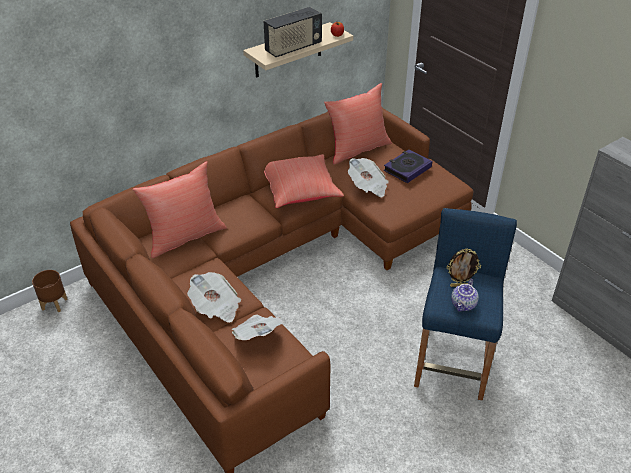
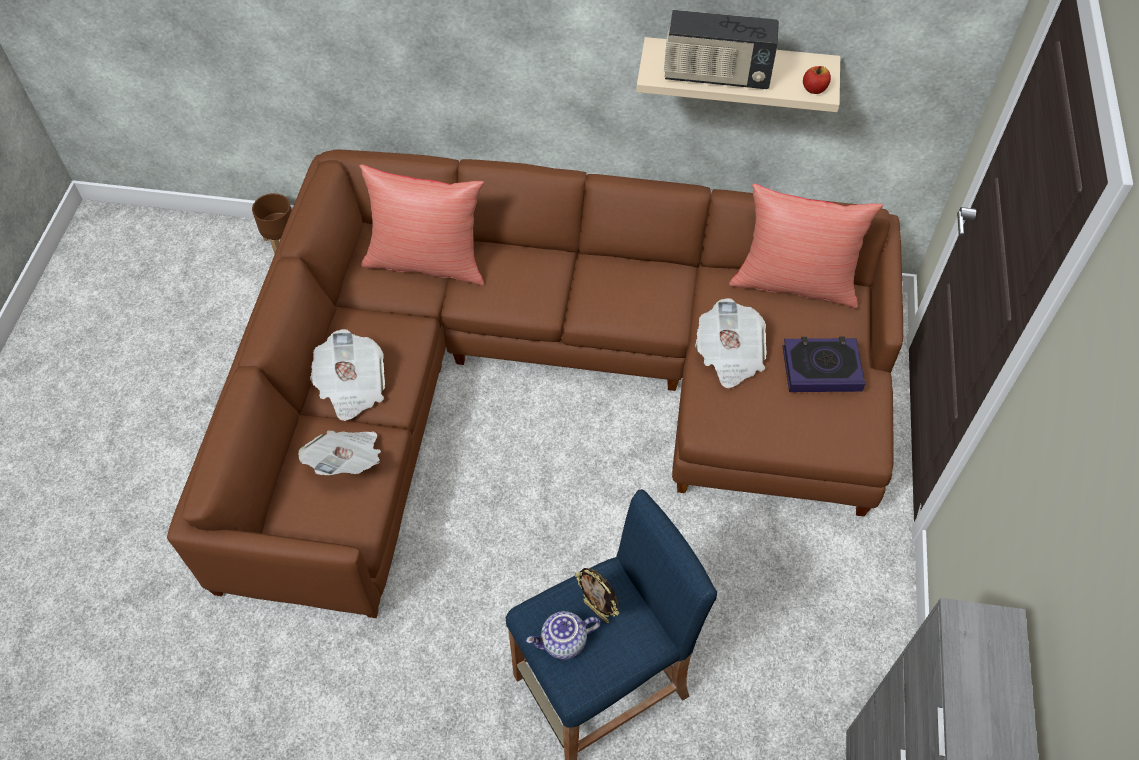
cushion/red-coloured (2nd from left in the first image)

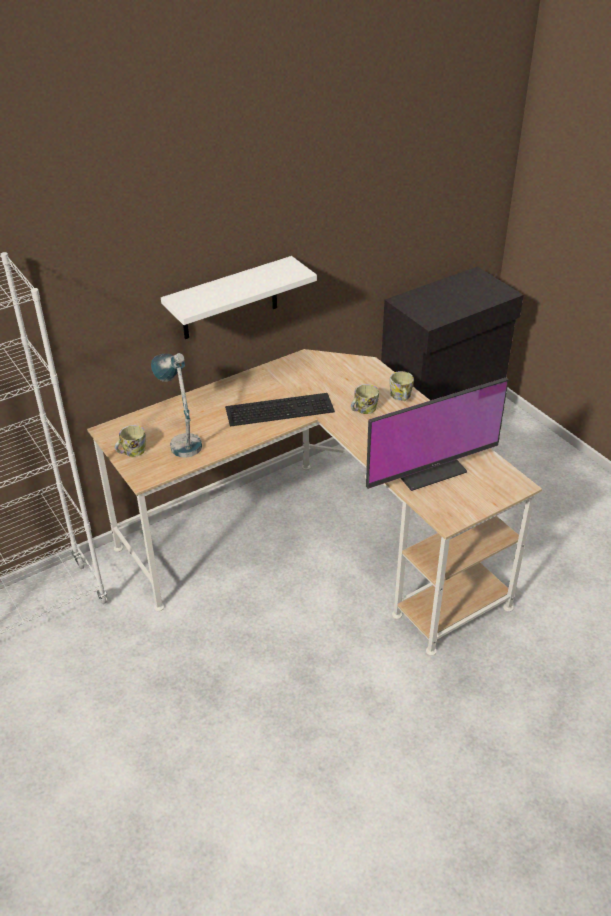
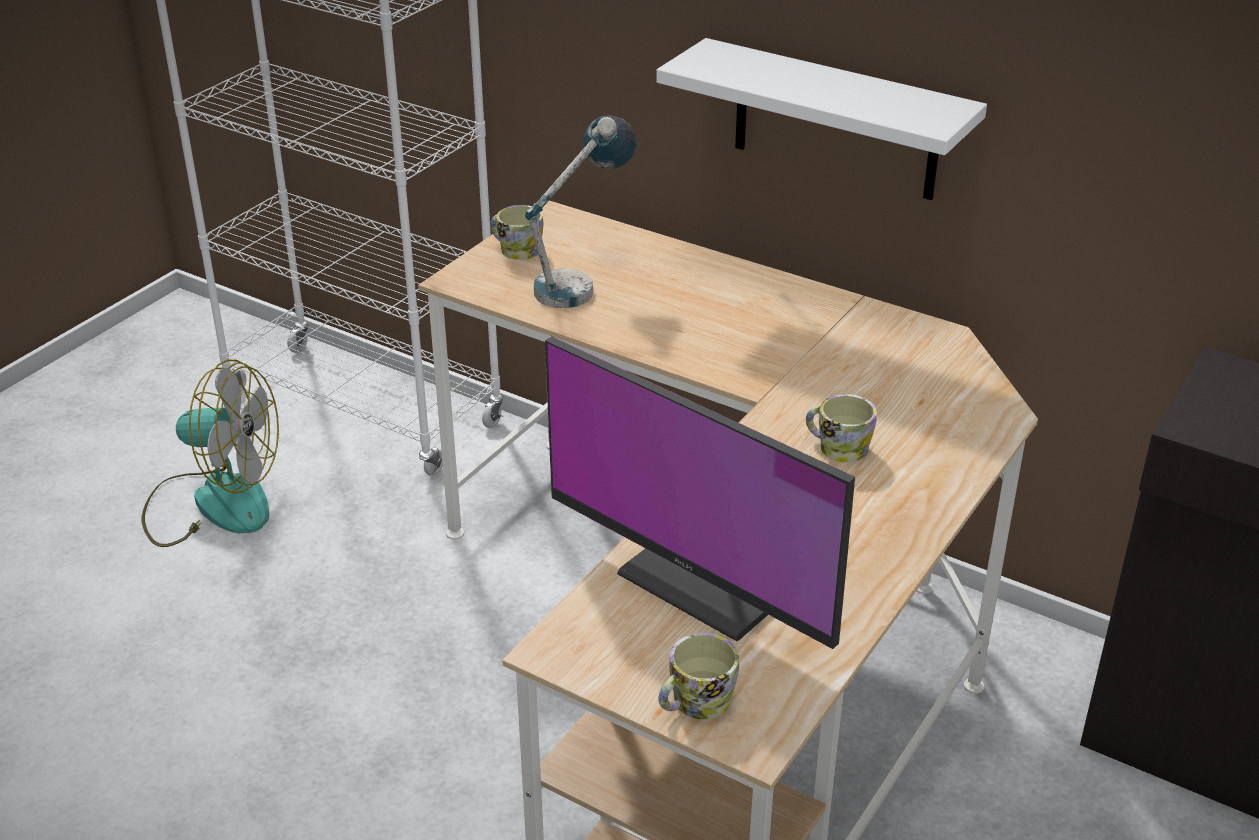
coffee mug (2nd from left)
computer keyboard
cooling fan

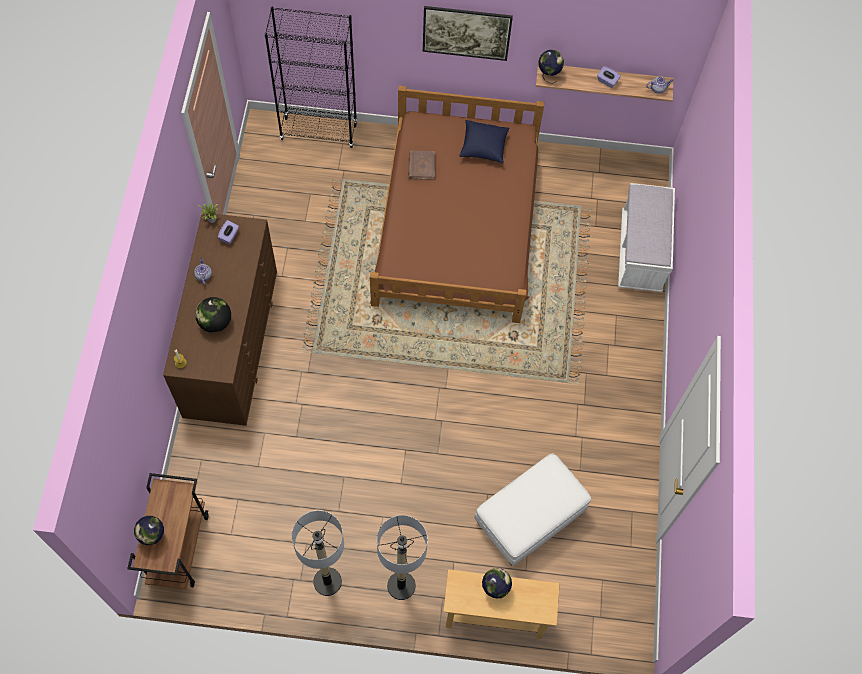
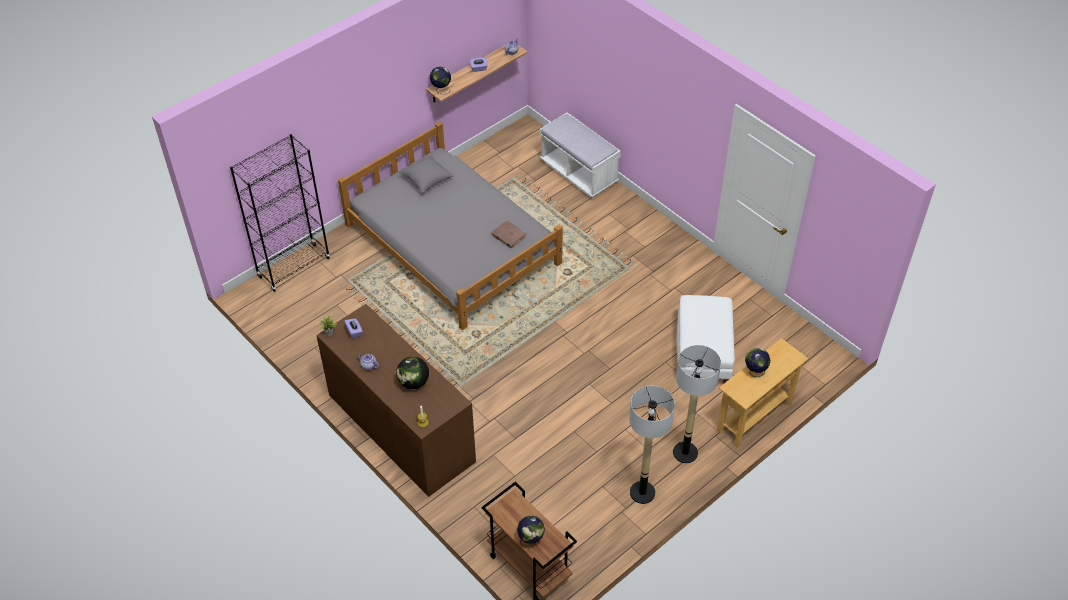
picture
sleeping bed/gray
cushion/gray
volume/brown

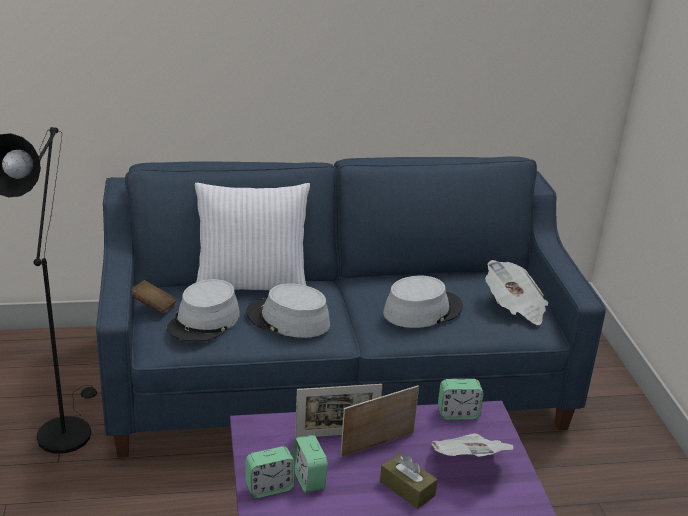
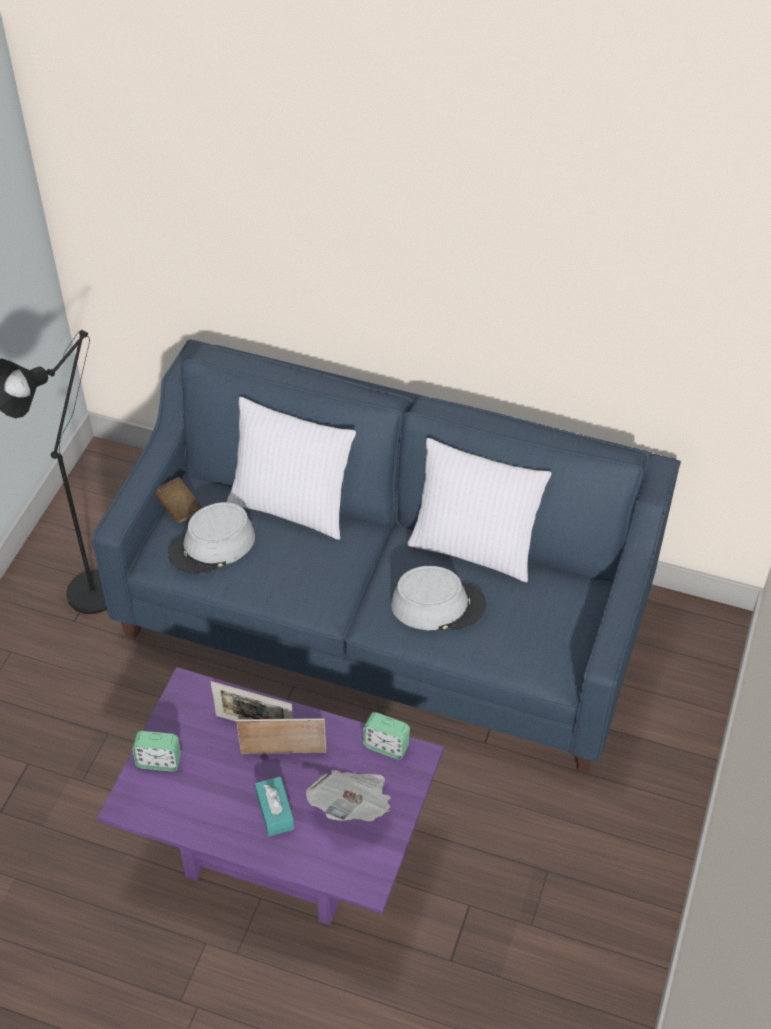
printed paper (2nd from left in the first image)
wearable hat/gray (2nd from left in the first image)
alarm clock (2nd from left in the first image)
tissue holder/blue-green
cushion/white-coloured (2nd from left)

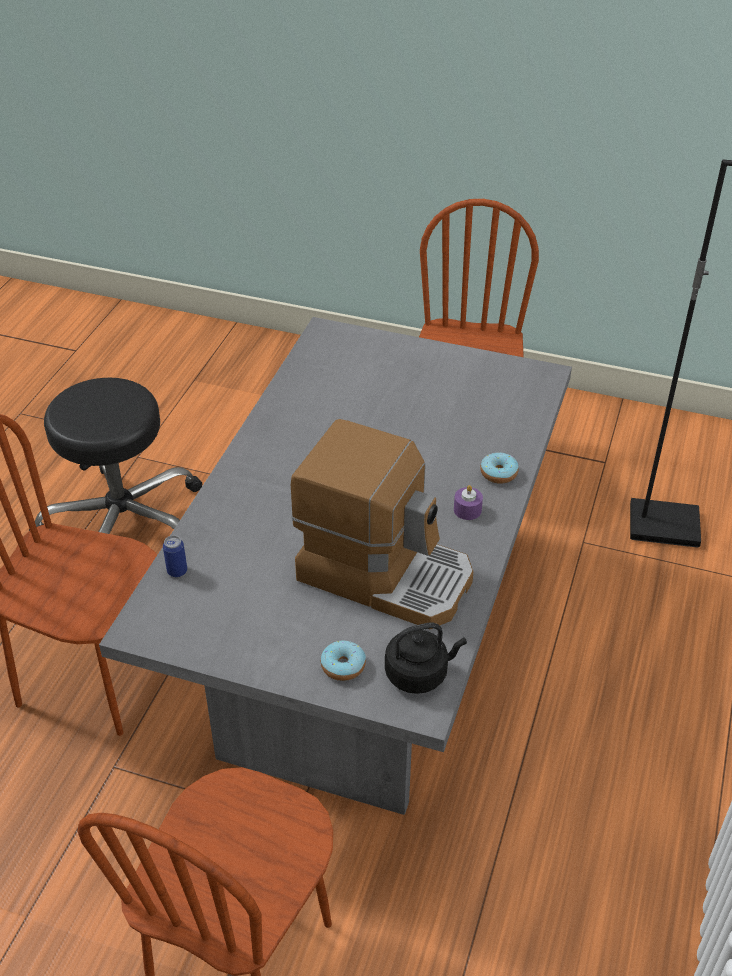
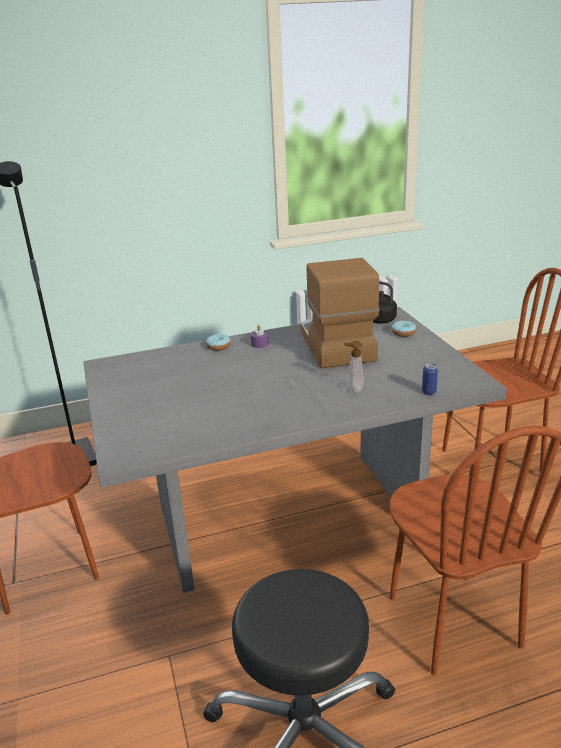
liquid soap bottle

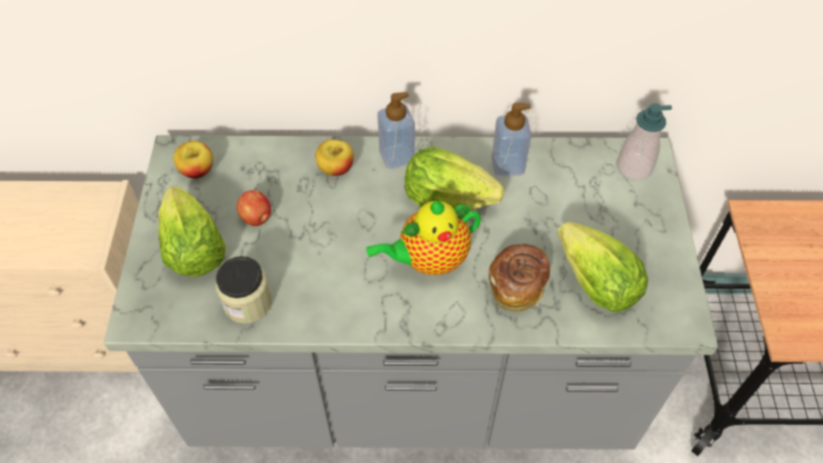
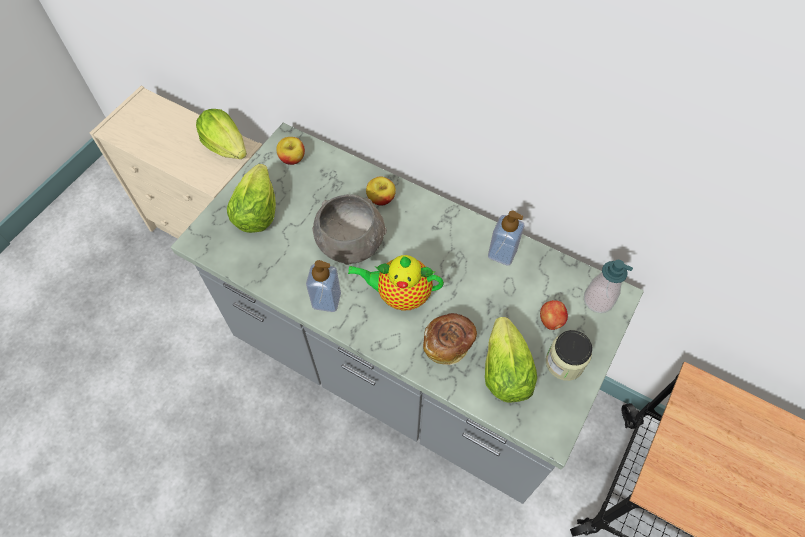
liquid soap bottle (1st from left)
head of lettuce (1st from left)
whole apple (3rd from left)
preserve jar
serving bowl/gray

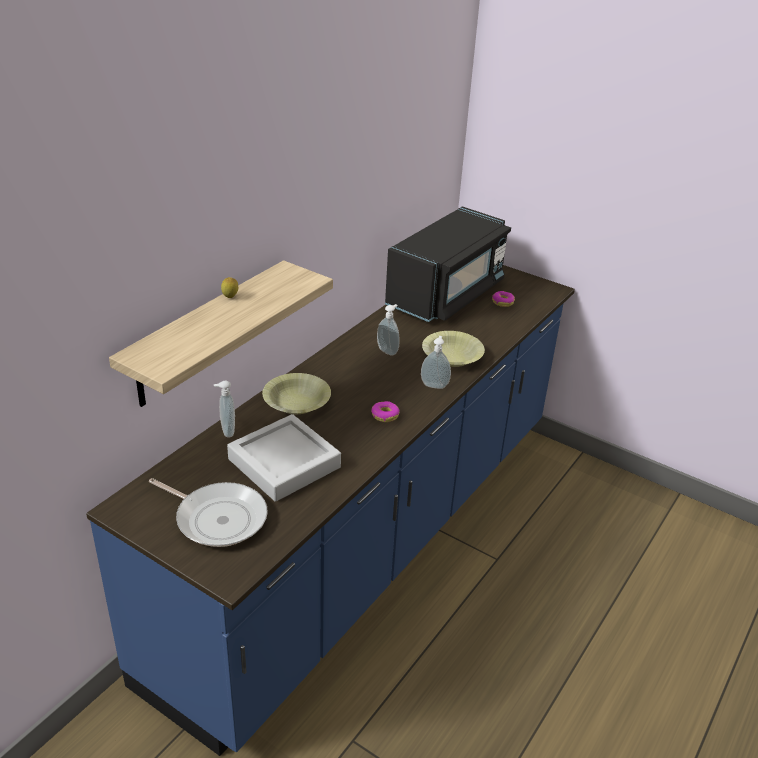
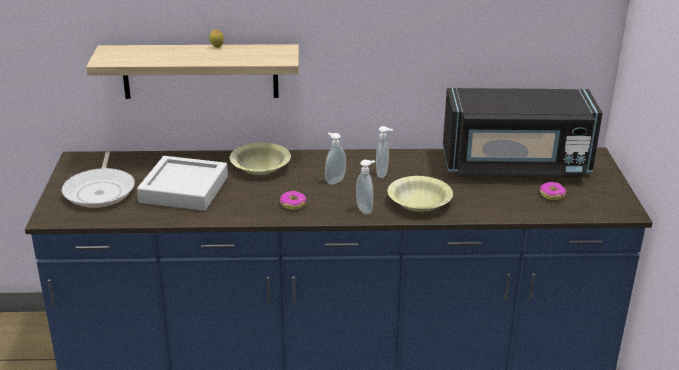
liquid soap bottle (1st from left)

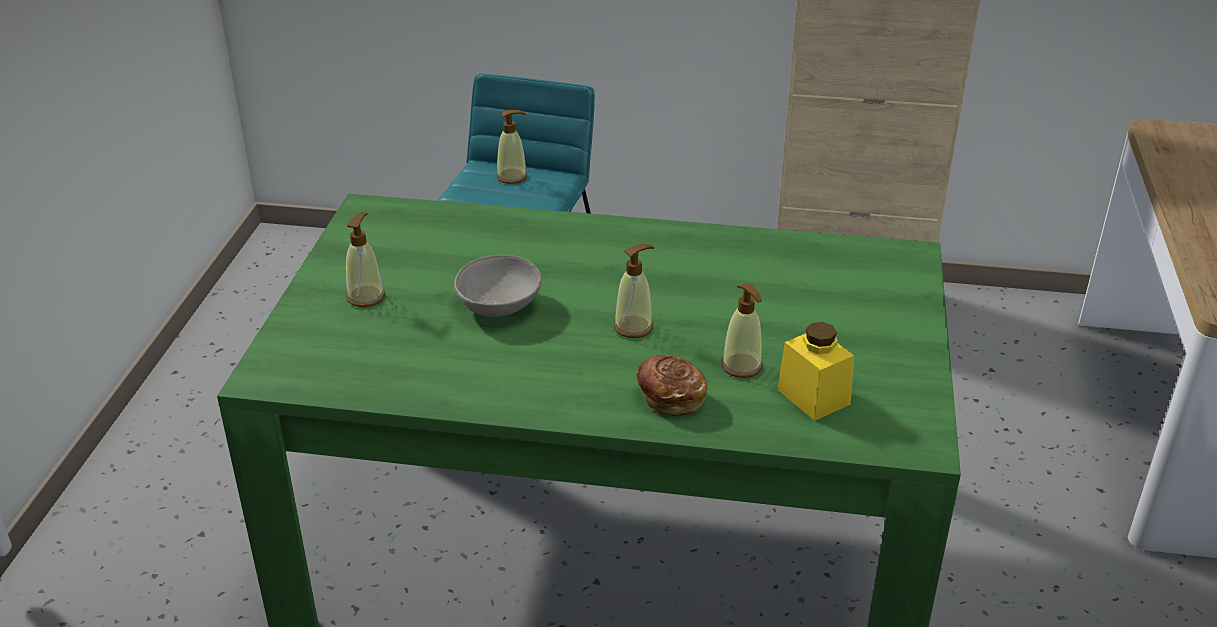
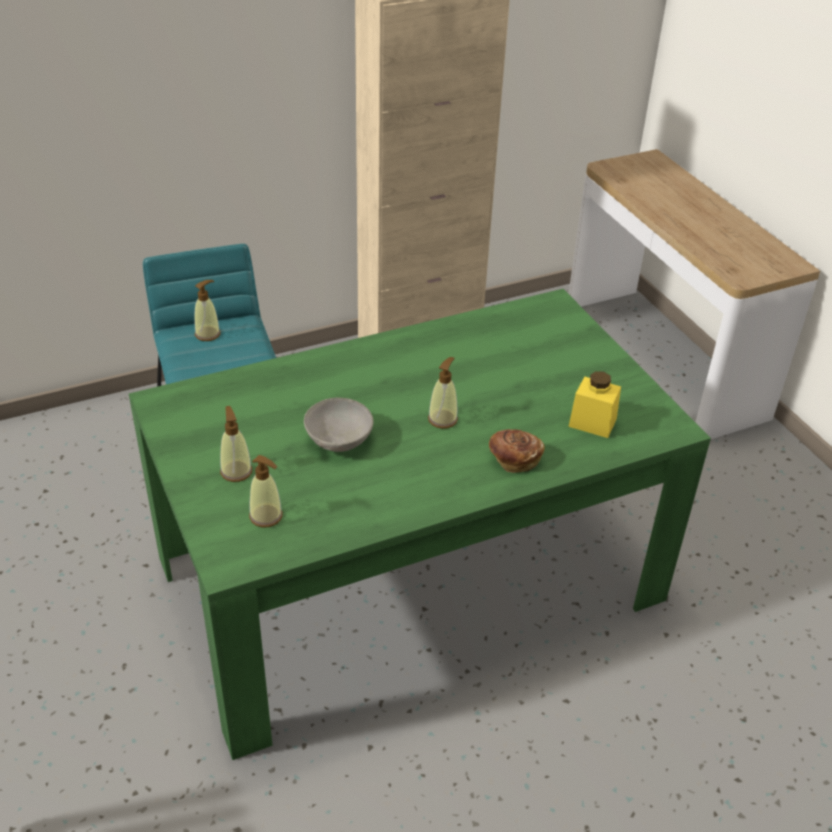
liquid soap bottle (3rd from left)

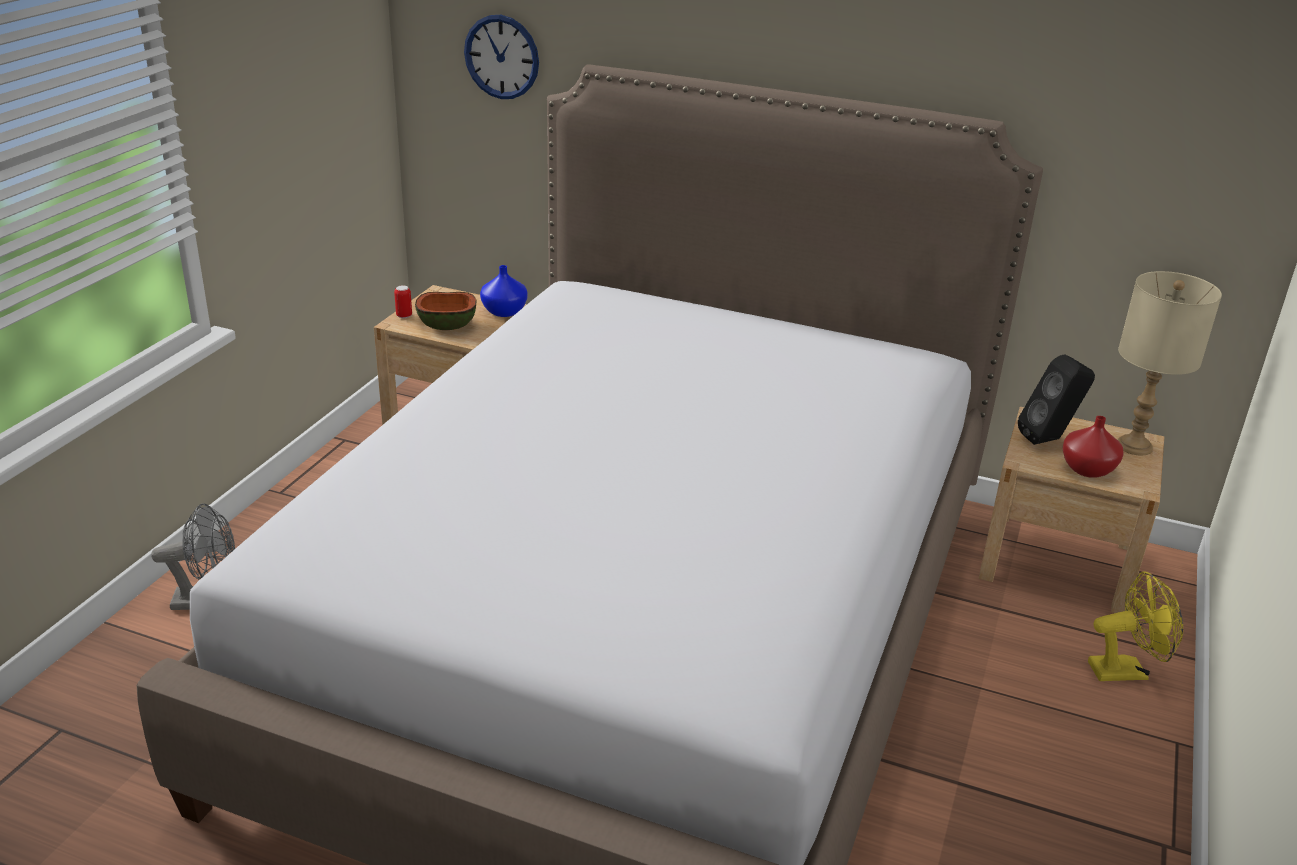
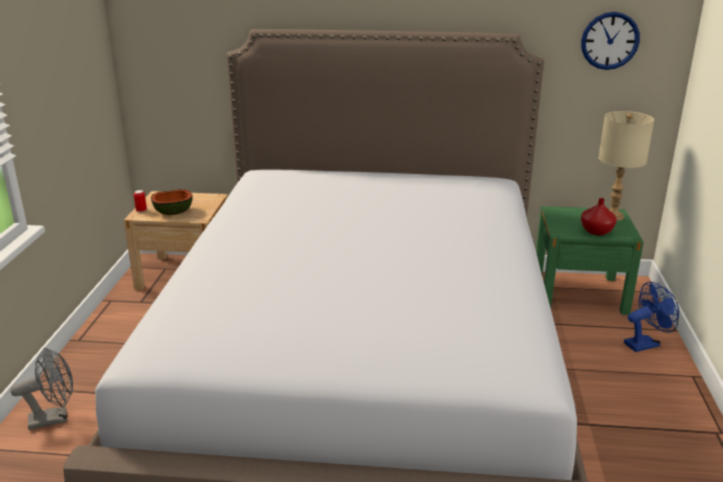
clock on the wall
vase/blue
speaker/blackish
night table/green-coloured
cooling fan/blue

